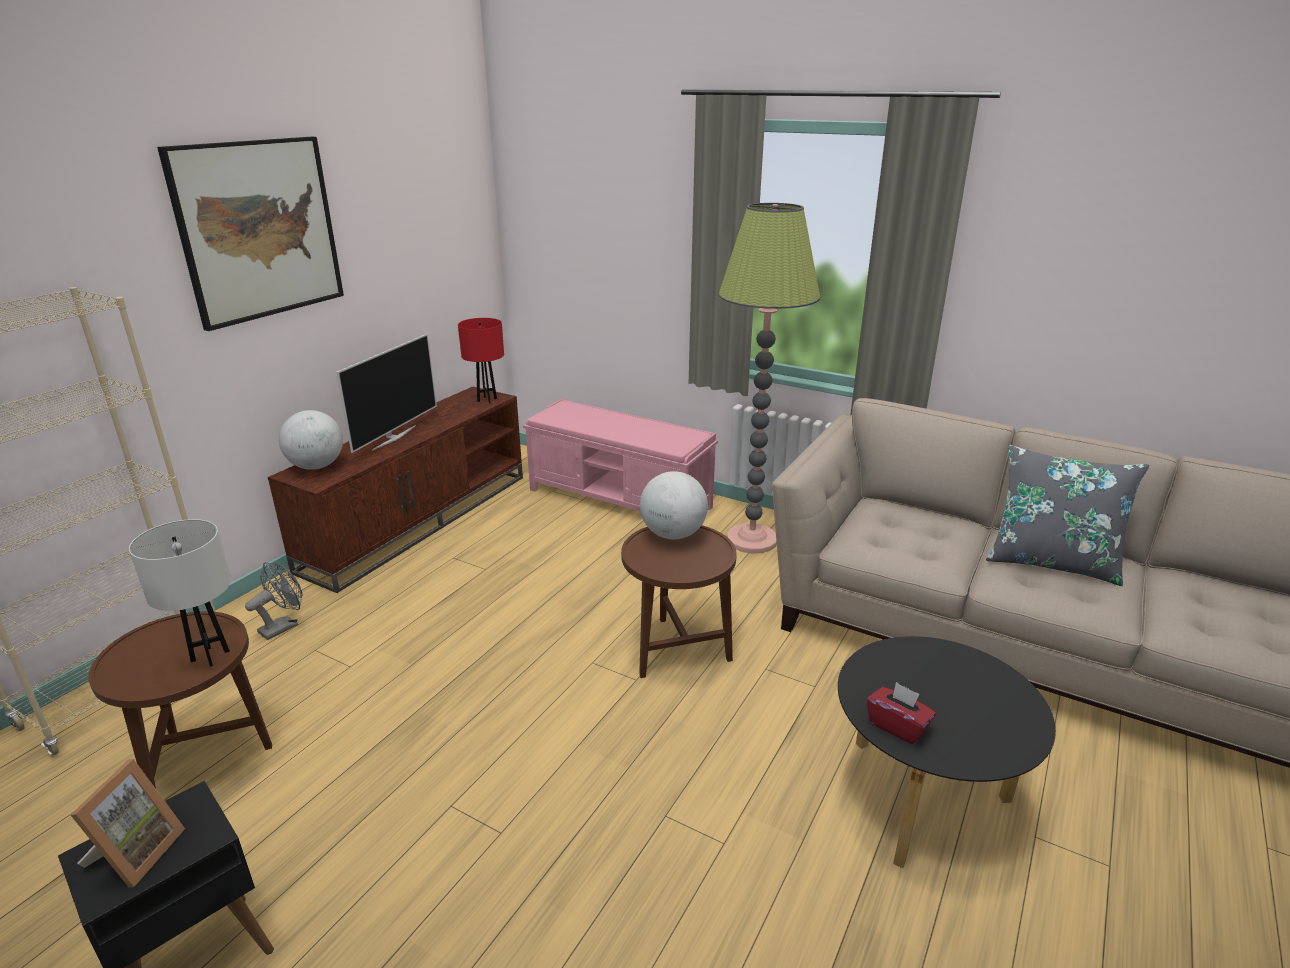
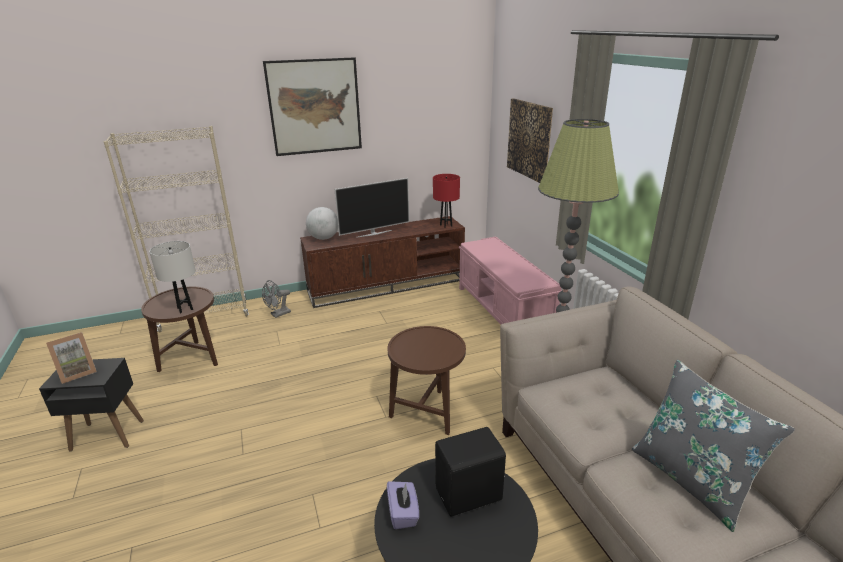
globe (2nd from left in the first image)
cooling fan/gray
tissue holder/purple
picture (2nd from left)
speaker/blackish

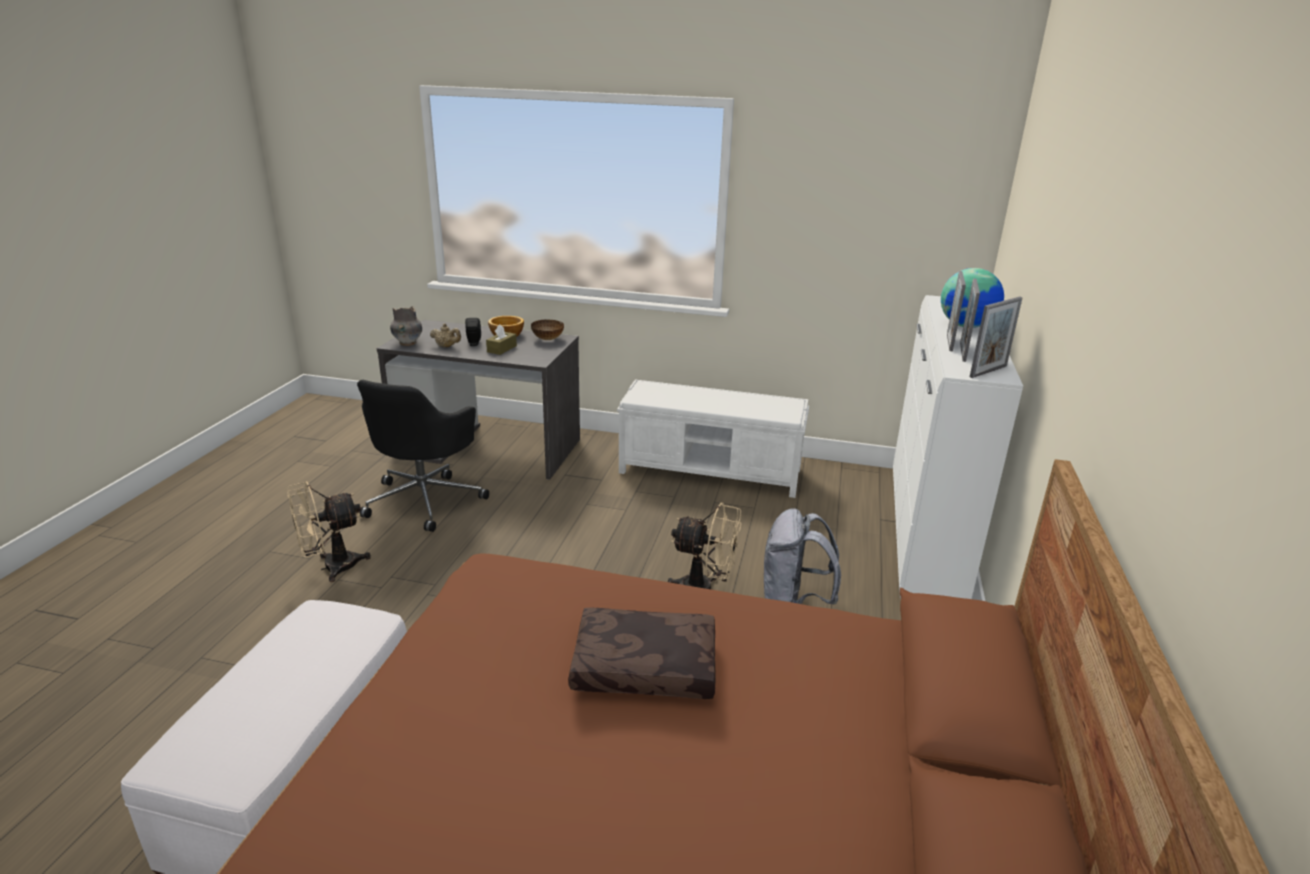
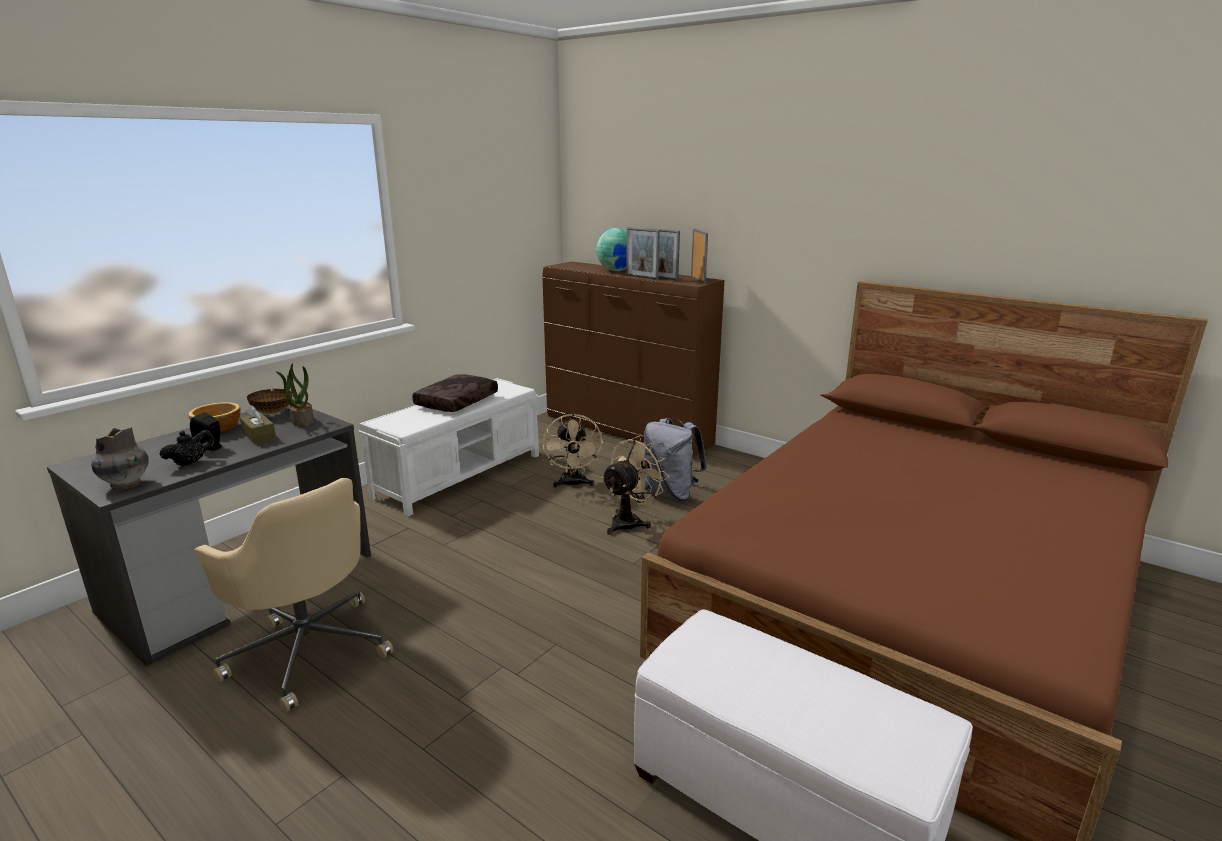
drawer chest/brown
teapot/blackish
computer chair/beige-coloured
cooling fan/beige-coloured (1st from left)
cushion/brown
plant in a pot

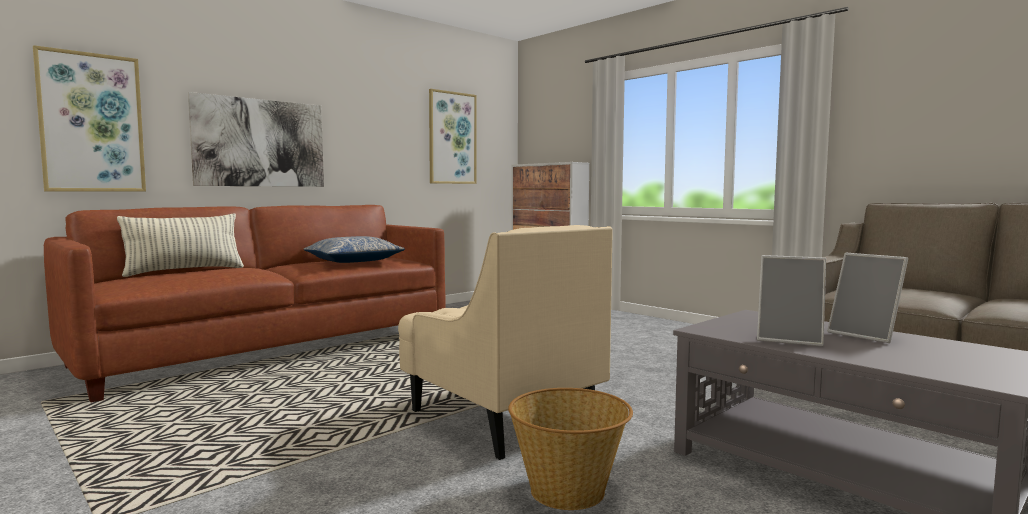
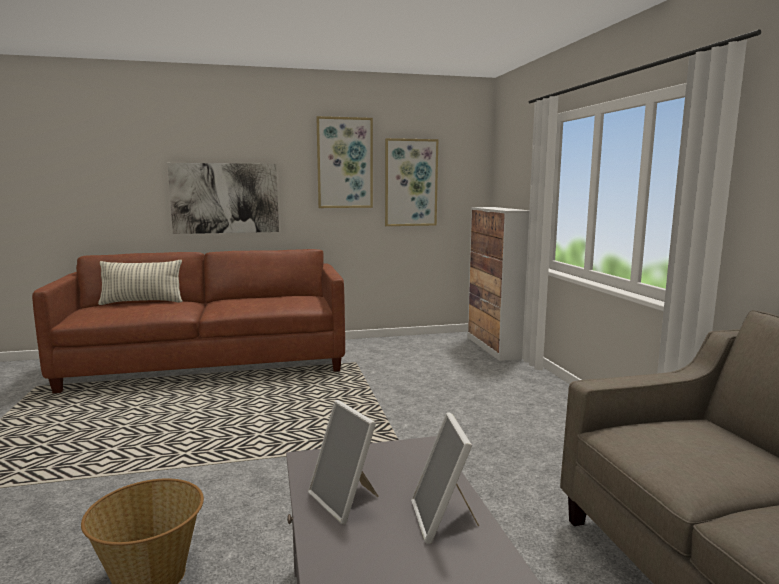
picture (2nd from left)
lounge chair/beige-coloured
cushion (2nd from left in the first image)

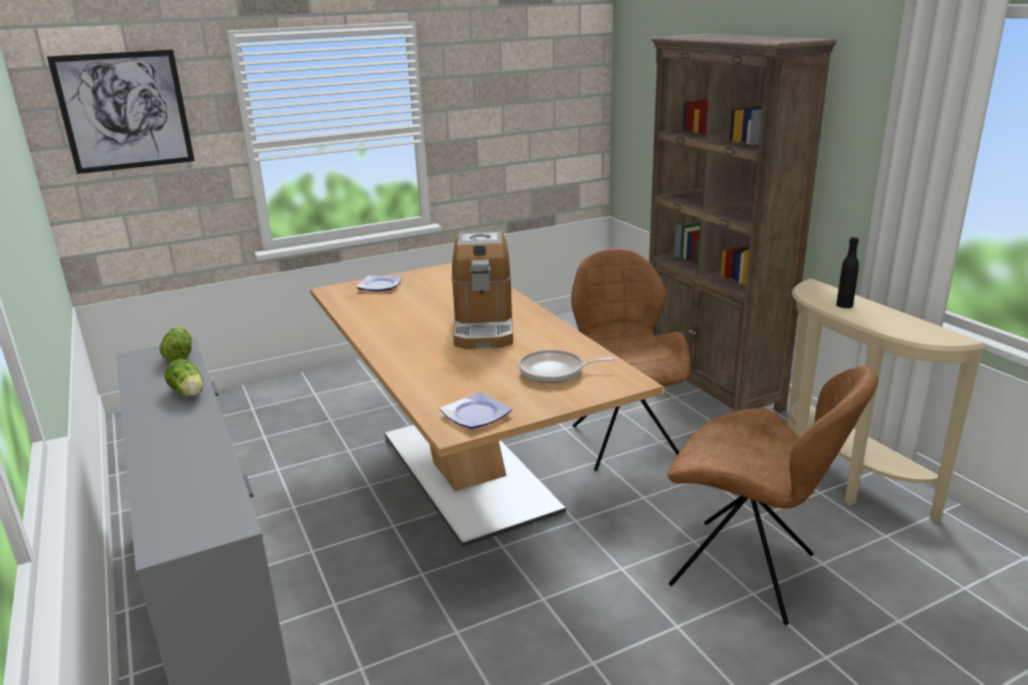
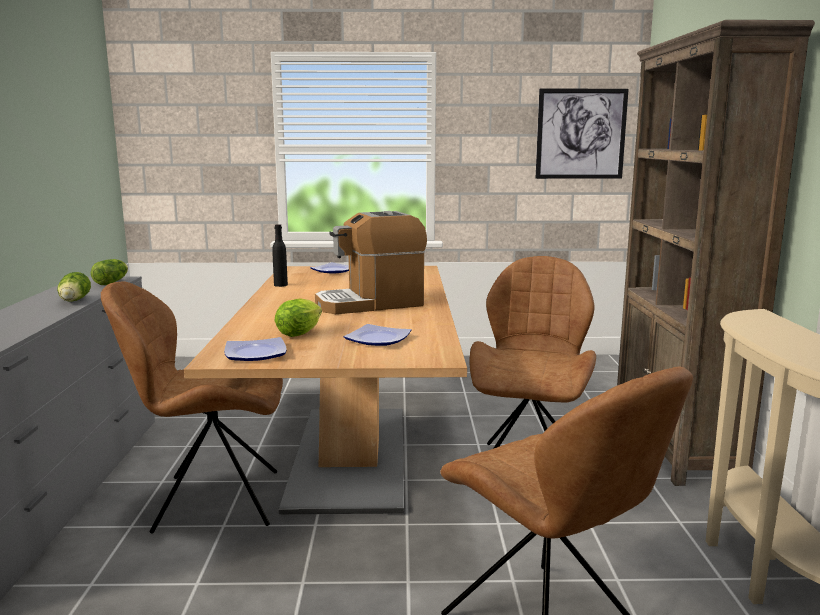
picture
coffee machine
bottle/blackish
plate (3rd from left)
chair/brown (1st from left)
head of lettuce (3rd from left)

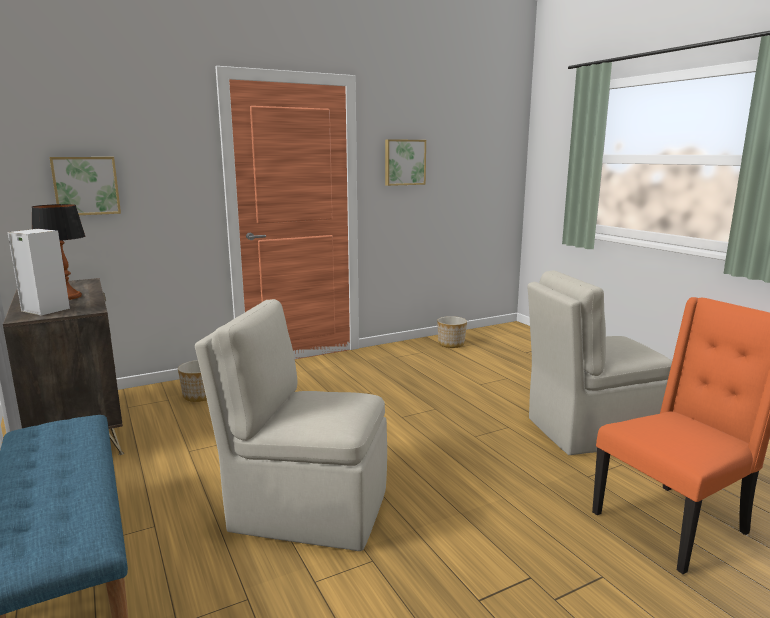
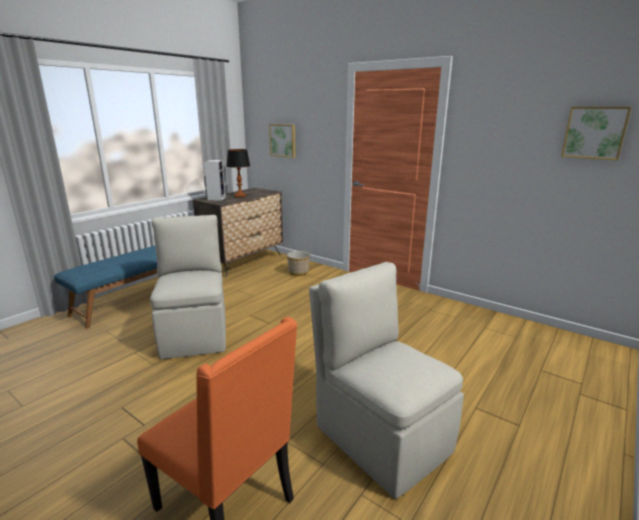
picture (2nd from left)
flower pot (2nd from left in the first image)

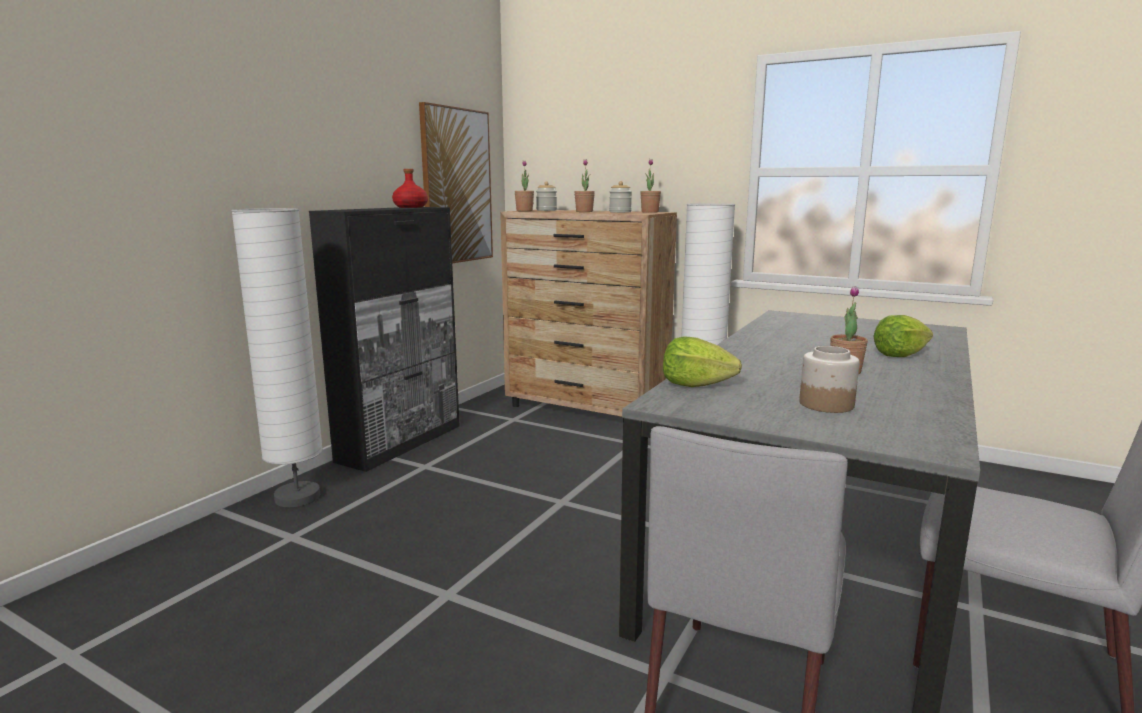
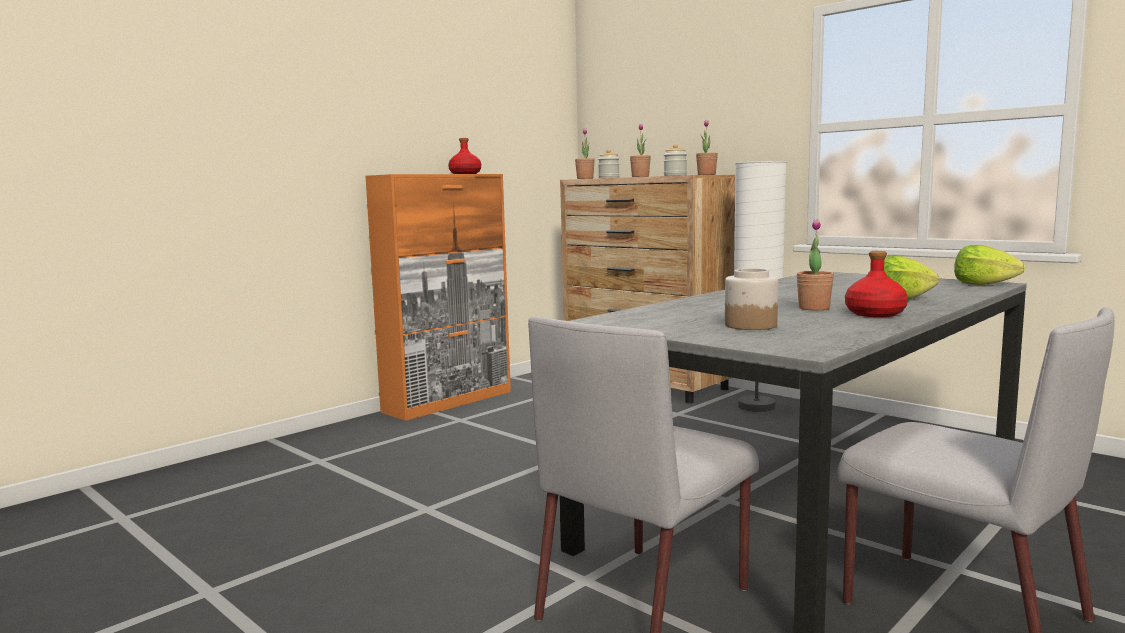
picture
cupboard/orange
standard lamp/white-coloured (1st from left in the first image)
head of lettuce (2nd from left)
bottle/red-coloured (2nd from left)

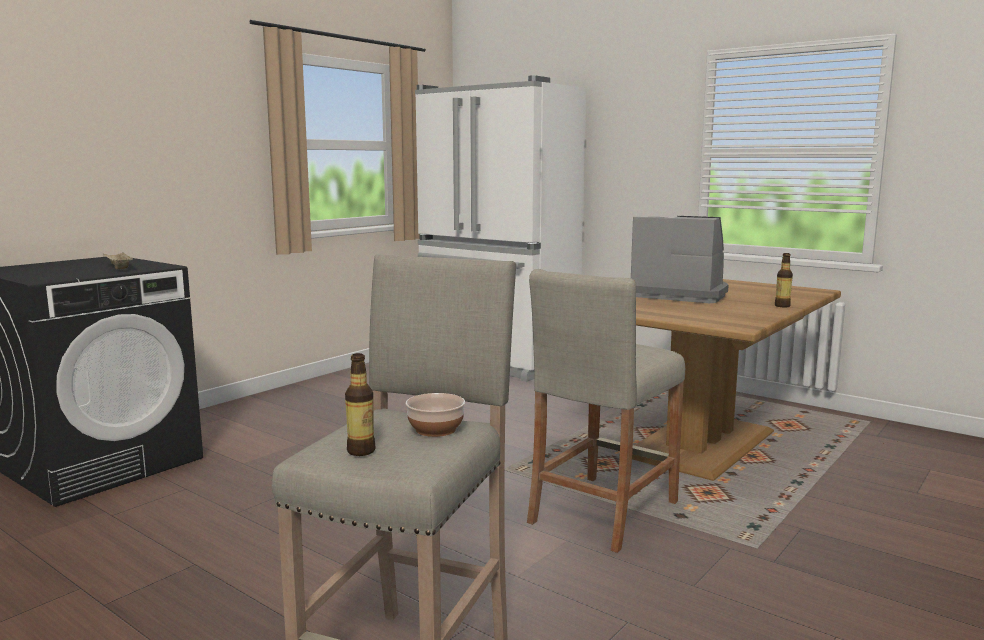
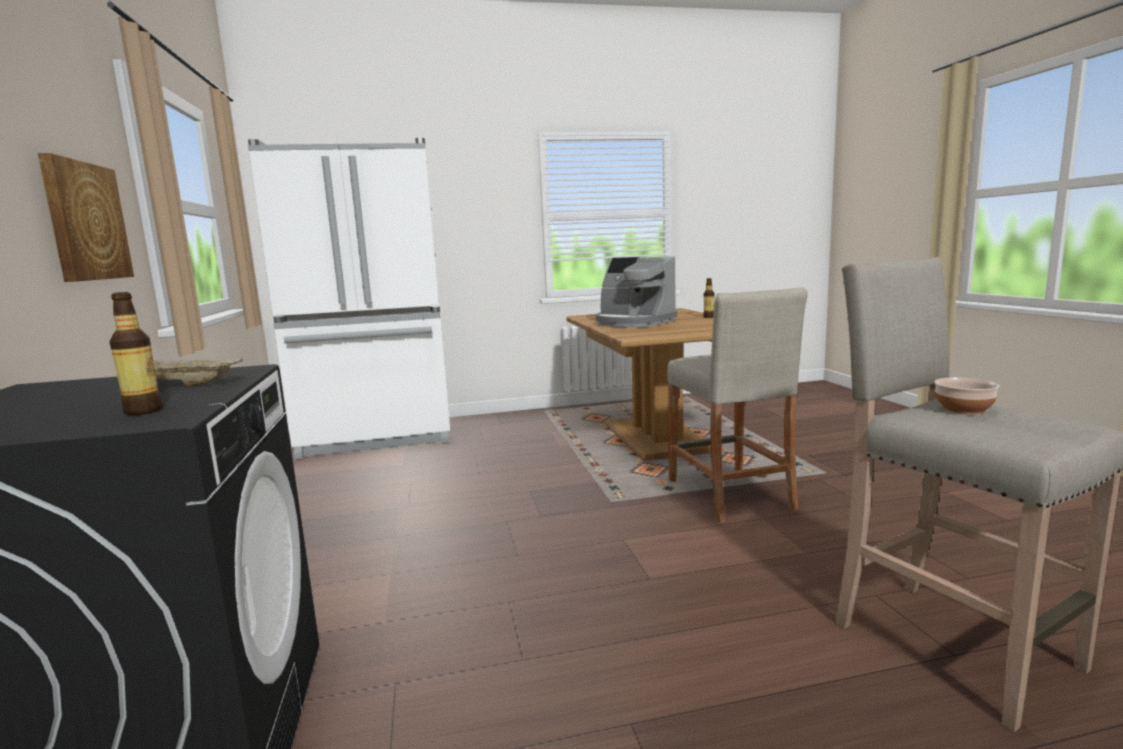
coffee machine
bottle (1st from left)
picture

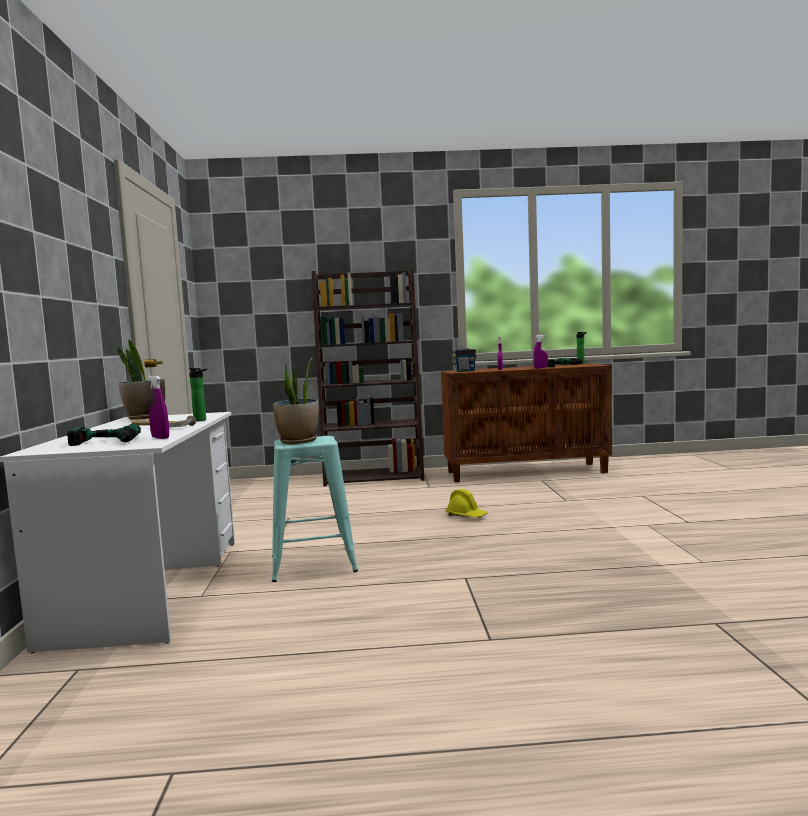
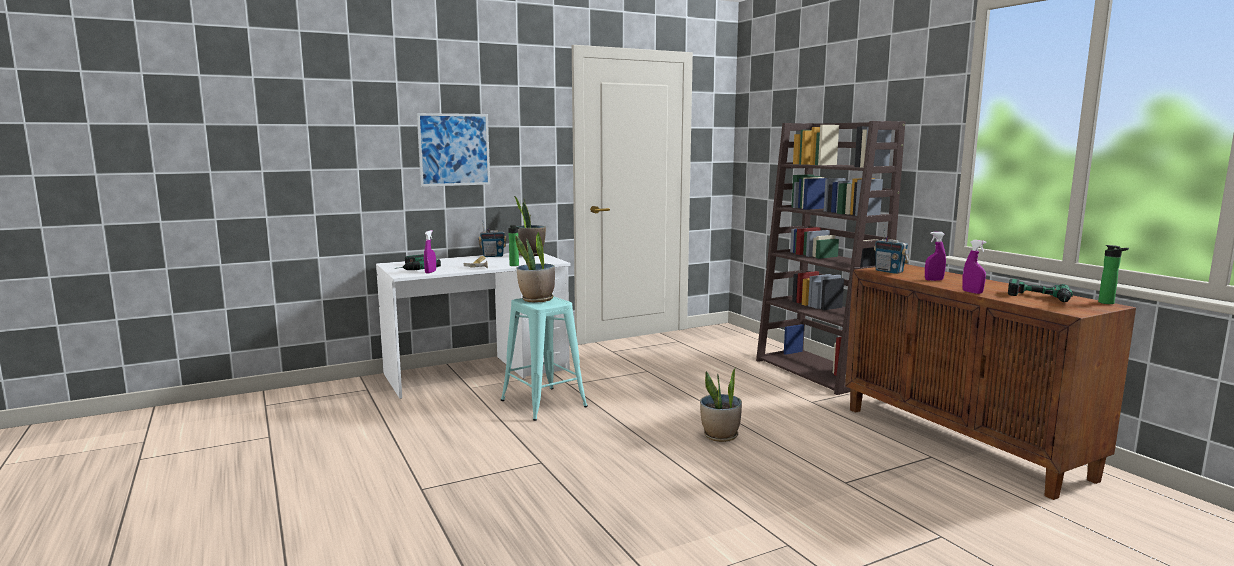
plant in a pot (3rd from left)
picture
radio set (1st from left)

